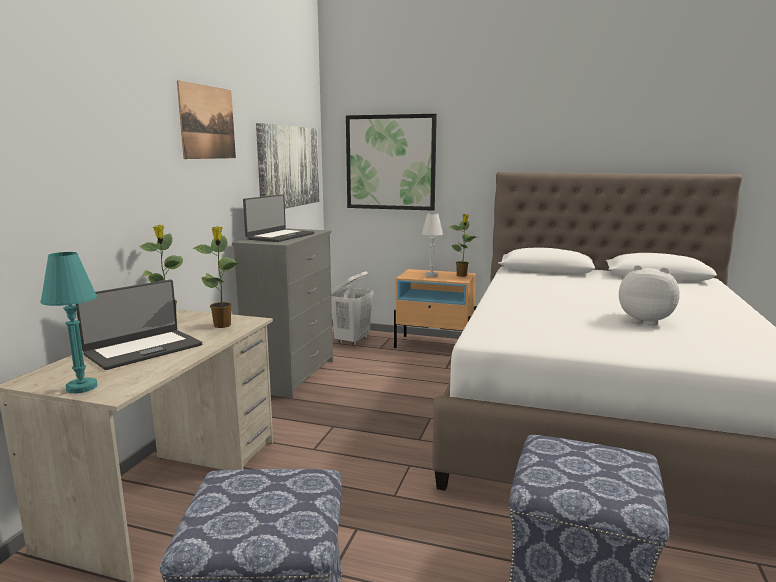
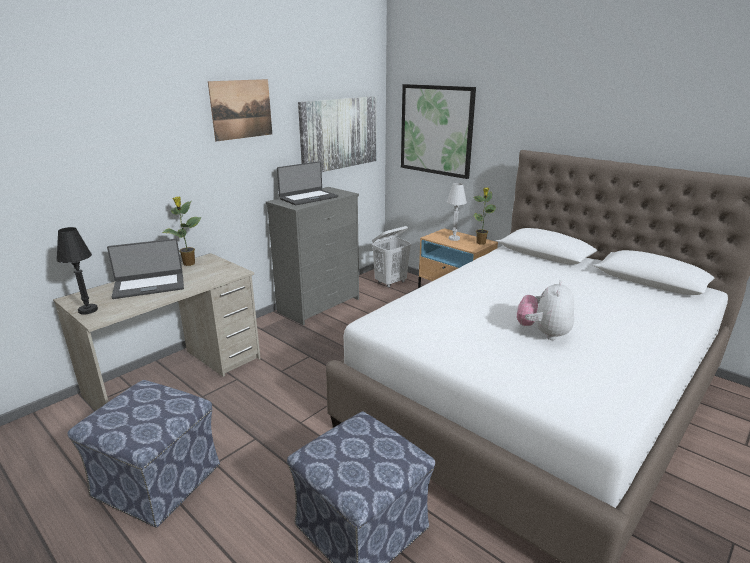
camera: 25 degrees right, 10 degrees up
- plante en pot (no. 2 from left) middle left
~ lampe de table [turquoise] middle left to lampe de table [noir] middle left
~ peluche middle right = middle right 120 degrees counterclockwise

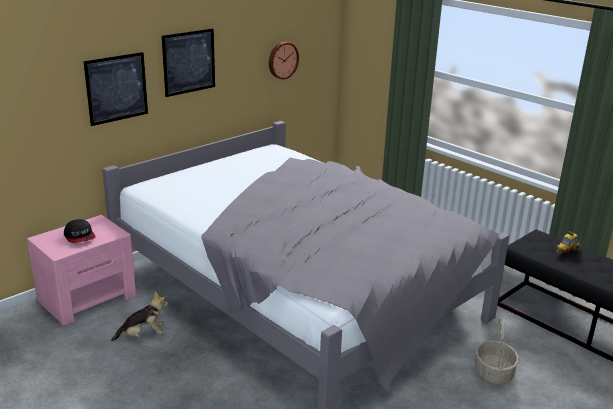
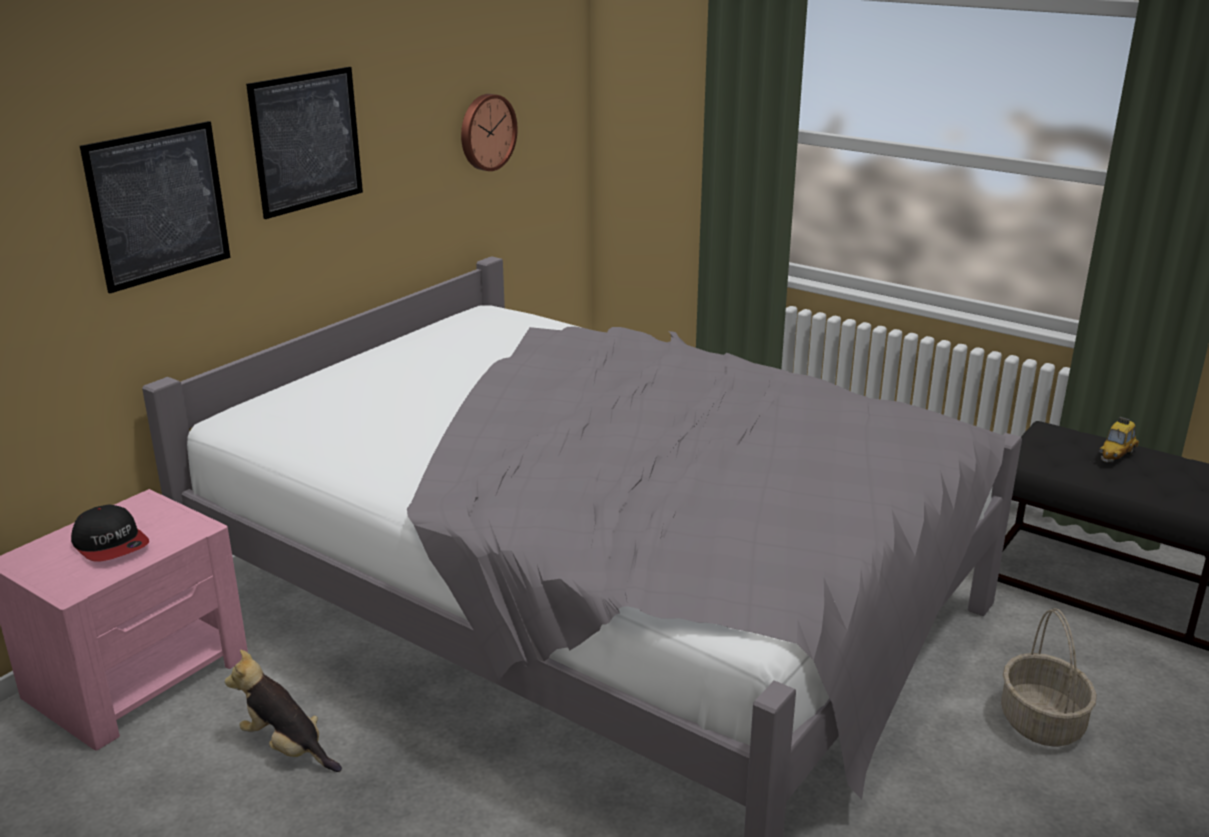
camera: 10 degrees left, 0 degrees up
~ peluche bottom left = bottom left 120 degrees counterclockwise

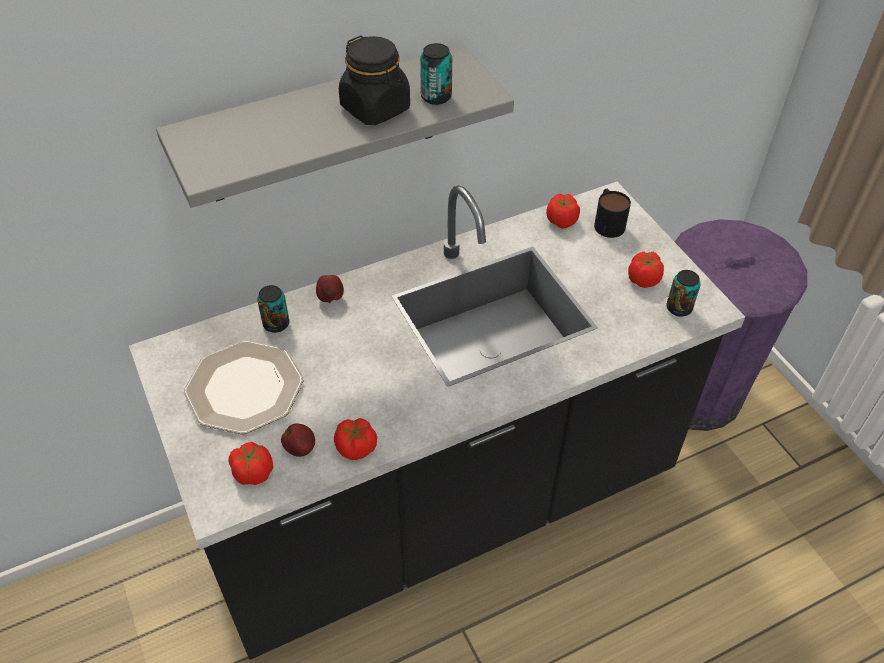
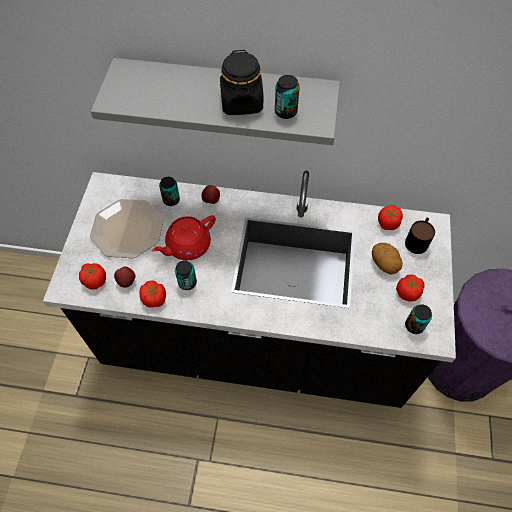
camera: 35 degrees right, 10 degrees up
+ théière [rouge] centre
+ pomme de terre middle right
+ boîte métallique (no. 2 from left) centre

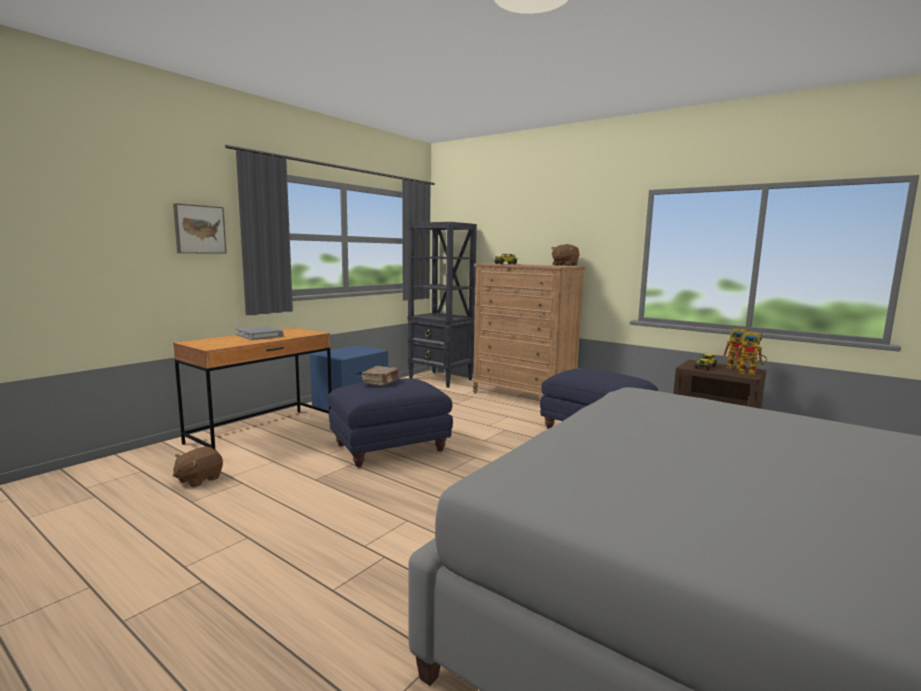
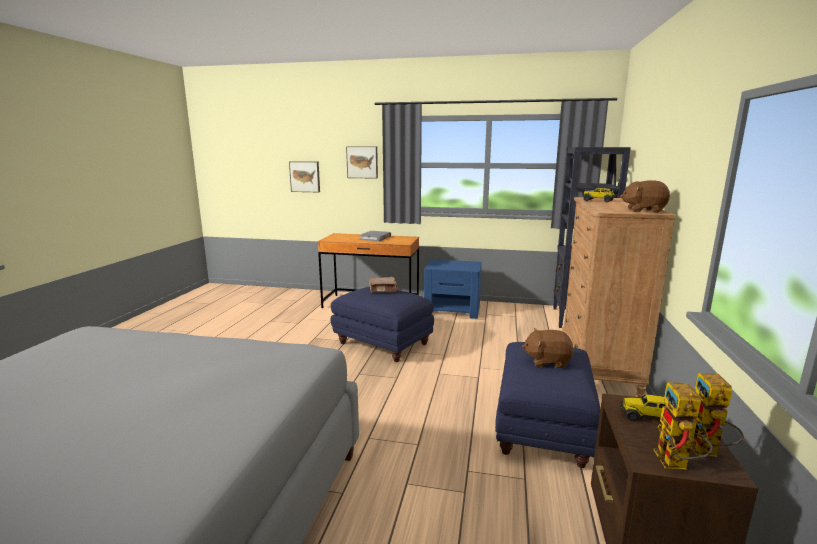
camera: 65 degrees right, 5 degrees up
~ peluche [marron] (no. 1 from left) bottom left to middle right
+ tableau (no. 1 from left) top centre

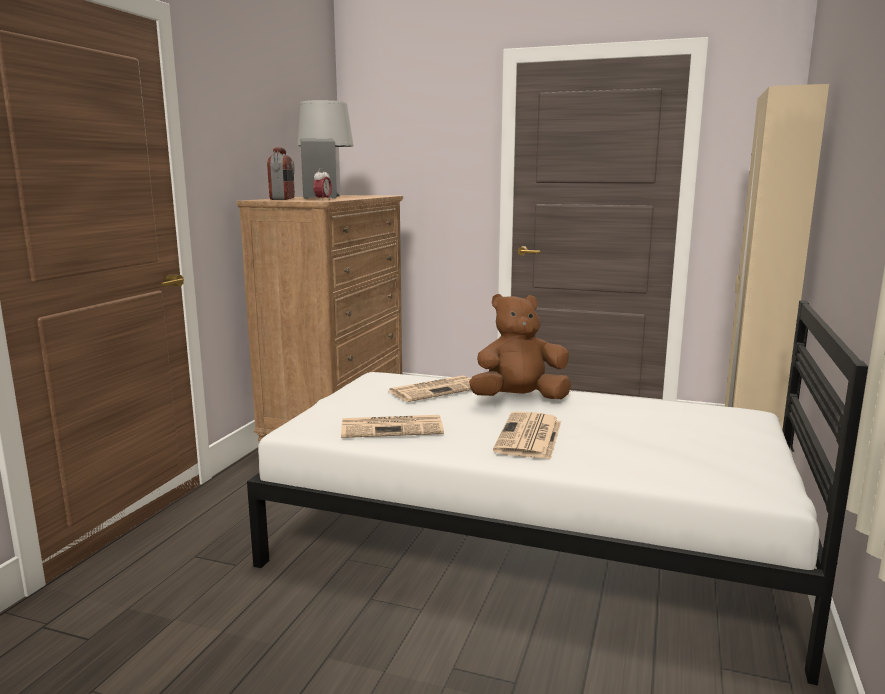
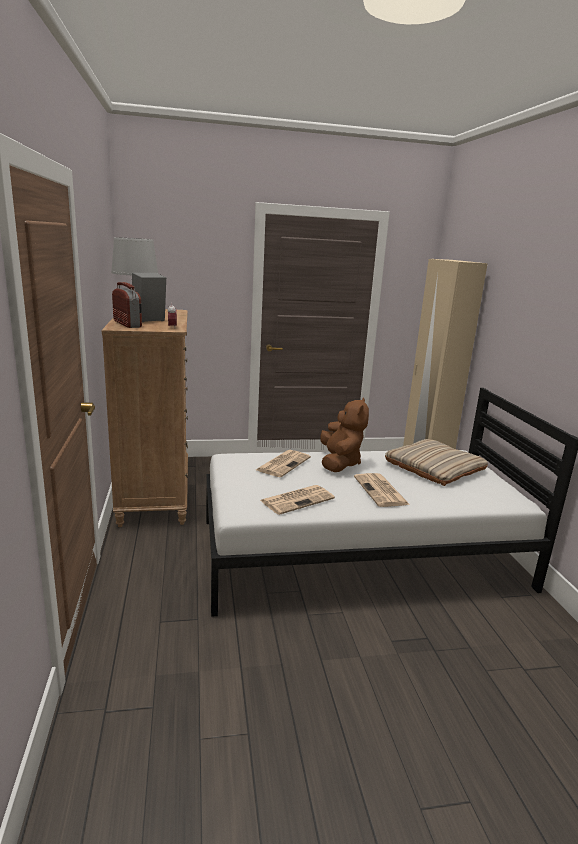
camera: 30 degrees left, 5 degrees up
~ peluche [marron] centre = centre 135 degrees clockwise
+ coussin [beige] middle right

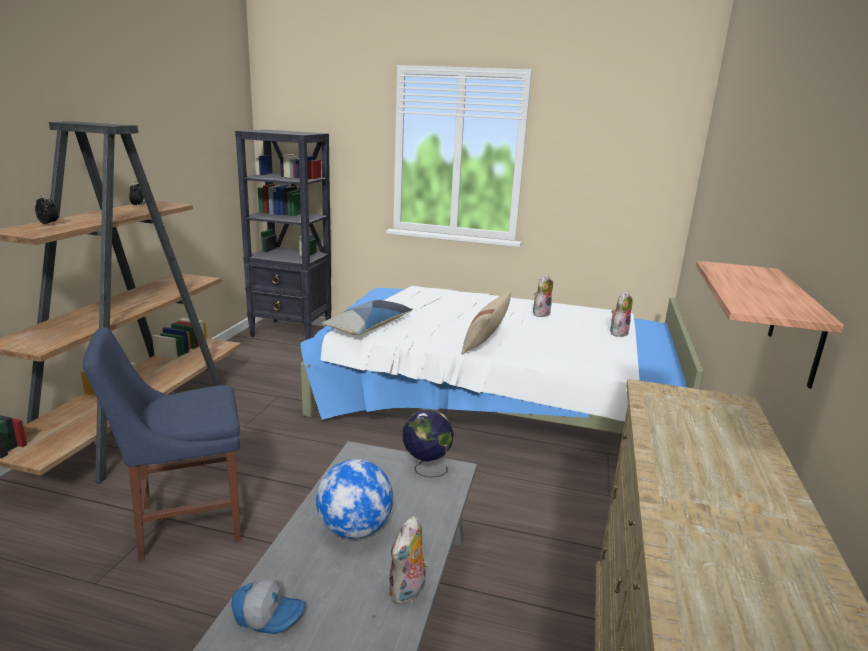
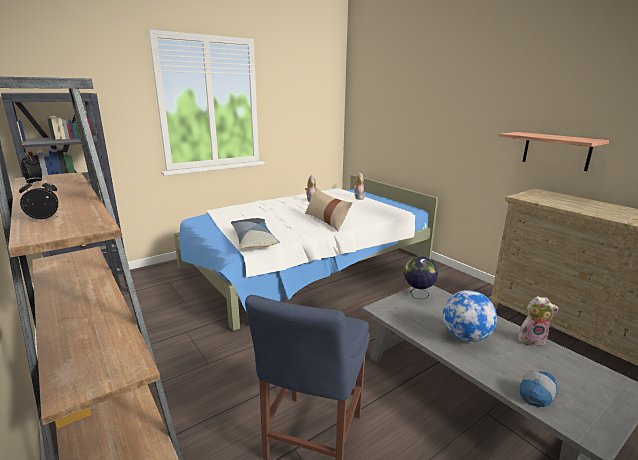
camera: 50 degrees left, 0 degrees up
~ peluche (no. 1 from left in the first image) bottom centre = bottom right 60 degrees counterclockwise

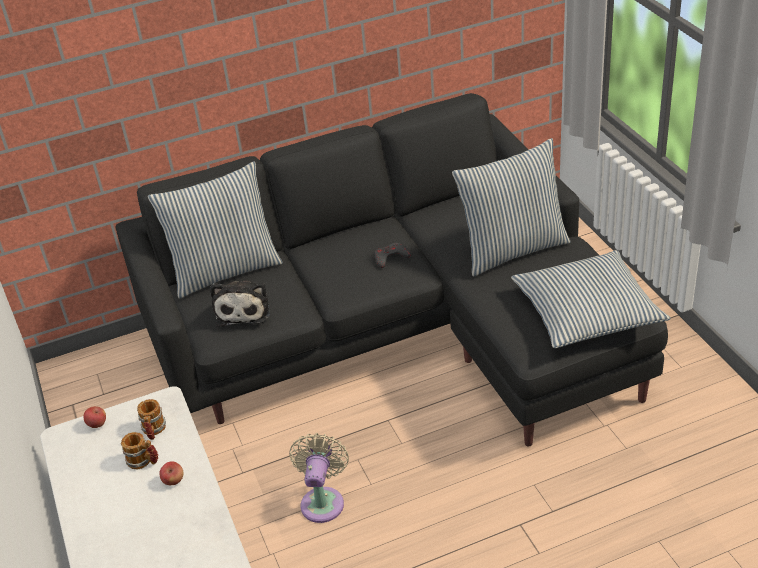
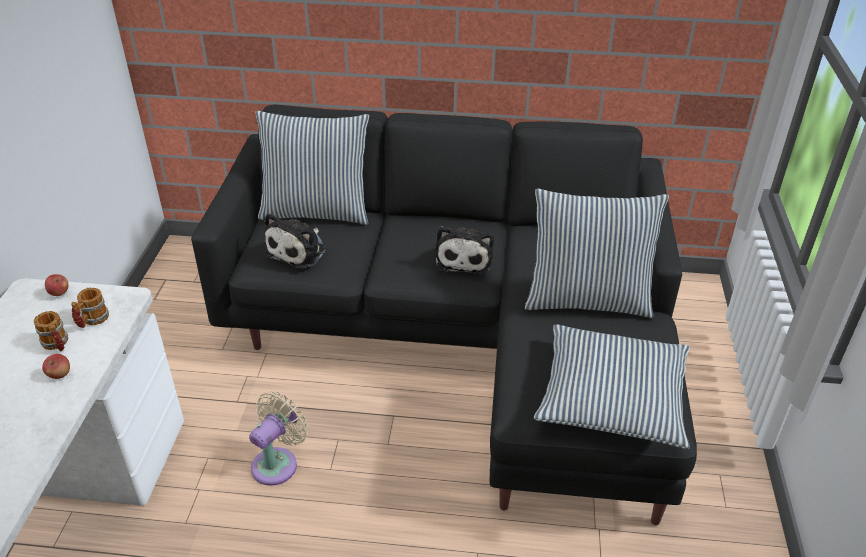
camera: 25 degrees right, 0 degrees up
~ manette [gris] centre to peluche (no. 2 from left) centre

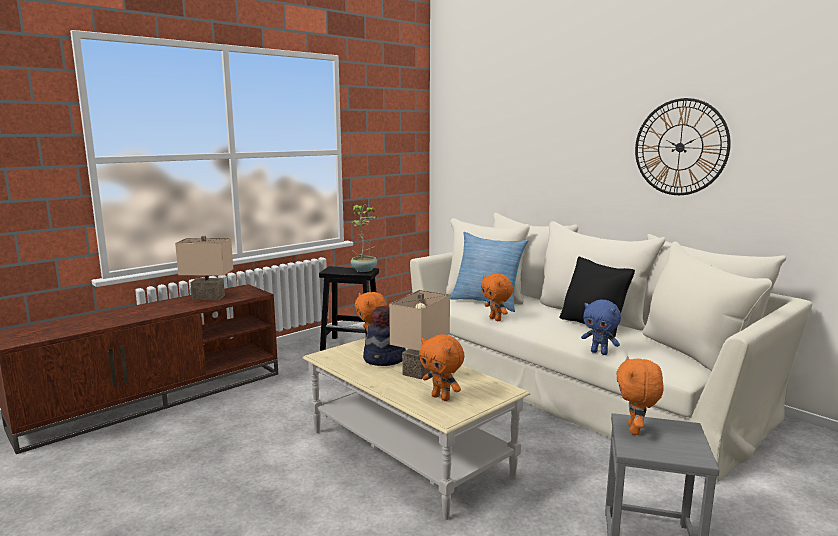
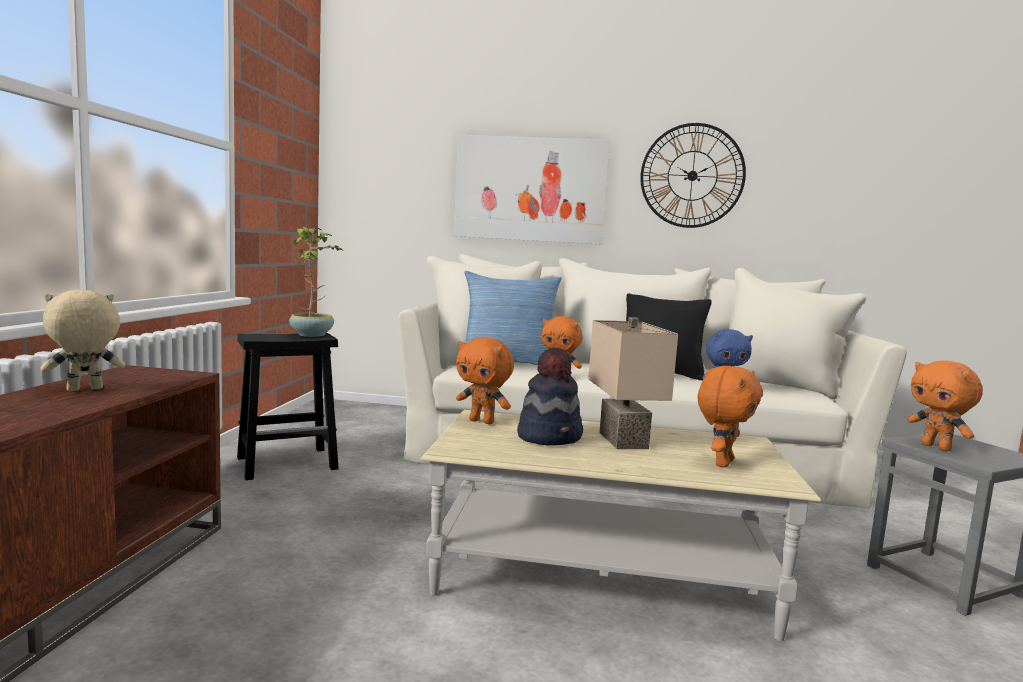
camera: 40 degrees left, 5 degrees down
~ lampe de table [beige] (no. 1 from left) middle left to peluche [beige] middle left
~ peluche [orange] (no. 2 from left in the first image) bottom centre = middle right 60 degrees counterclockwise
+ tableau top centre

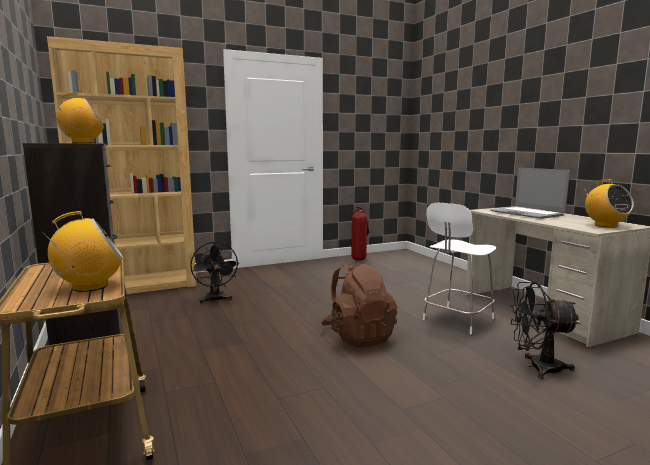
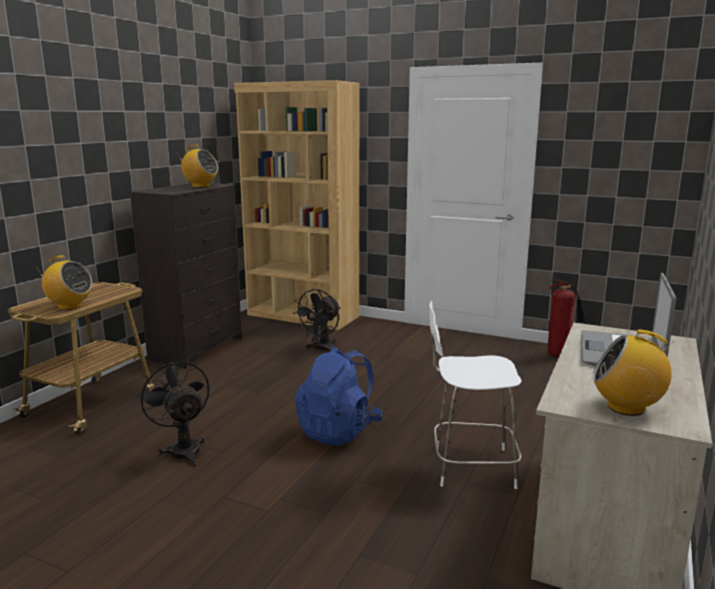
camera: 50 degrees right, 5 degrees up
~ radio (no. 3 from left) middle right = middle right 75 degrees clockwise
~ sac à dos [marron] centre to sac à dos [bleu] bottom centre
~ ventilateur [noir] (no. 2 from left in the first image) bottom right to ventilateur [noir] (no. 1 from left) bottom left

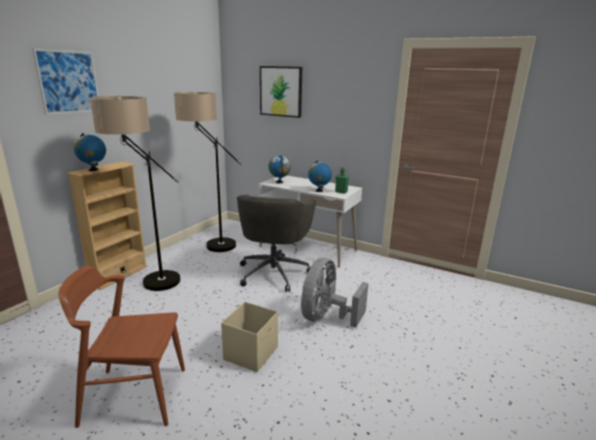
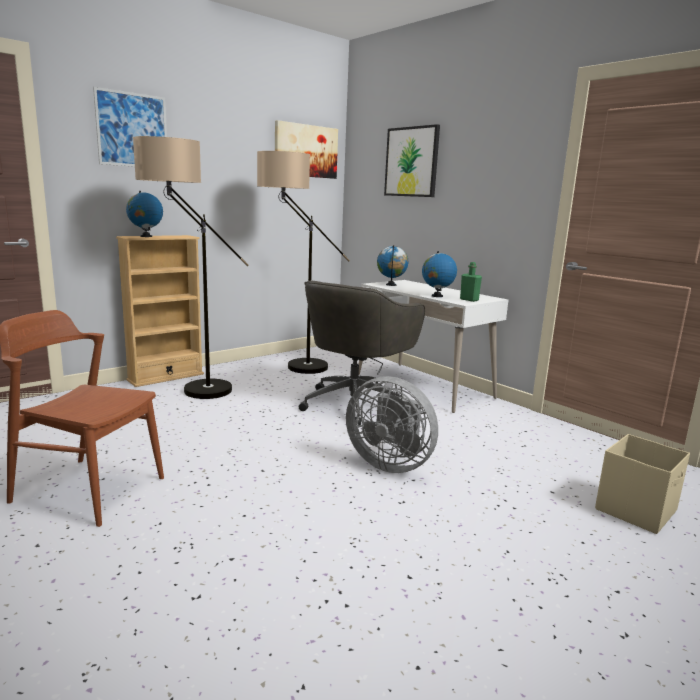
camera: 20 degrees right, 5 degrees down
~ ventilateur [gris] centre = centre 105 degrees counterclockwise
~ boîte de rangement [beige] bottom centre to bottom right
+ tableau (no. 2 from left) top centre

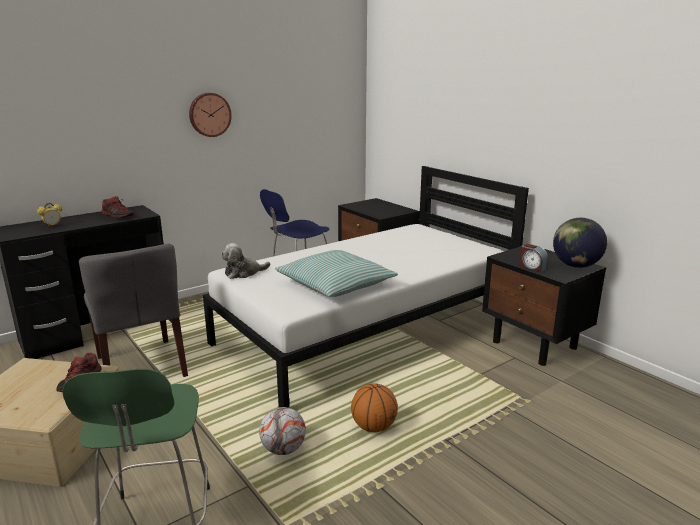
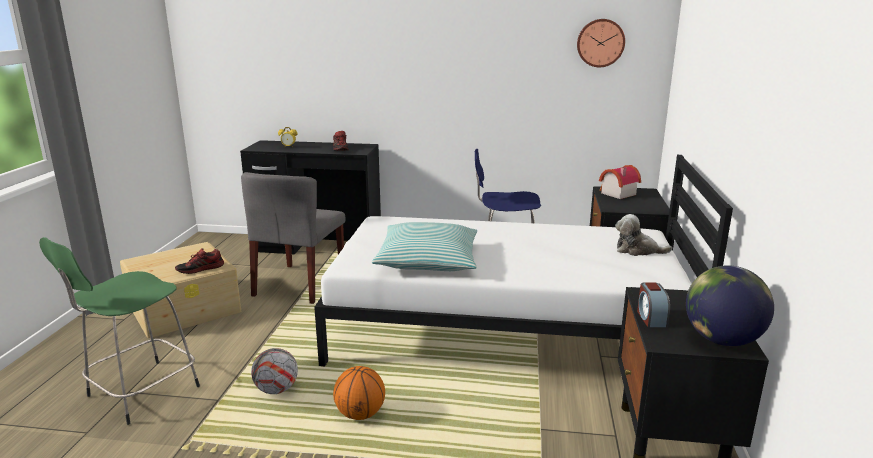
camera: 45 degrees right, 0 degrees up
~ horloge murale top left to top right
~ peluche centre to middle right
+ maison miniature middle right

